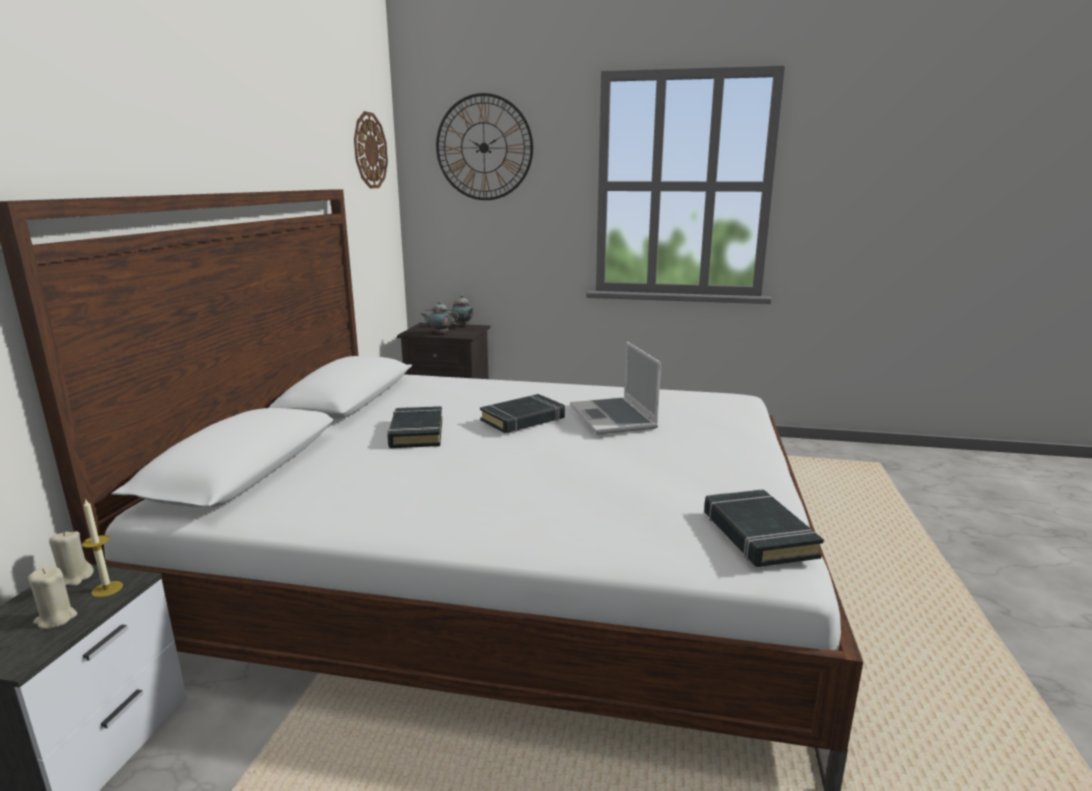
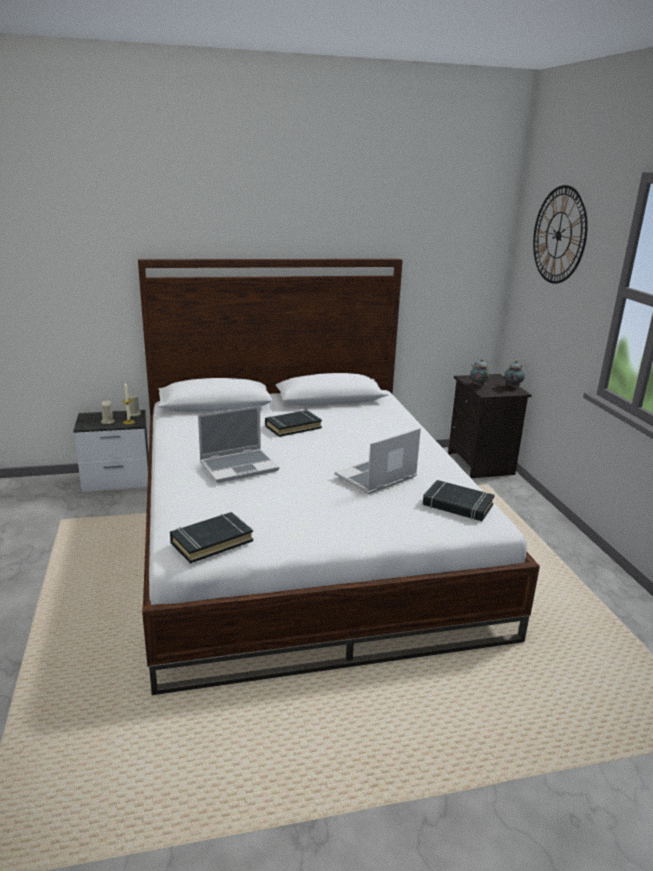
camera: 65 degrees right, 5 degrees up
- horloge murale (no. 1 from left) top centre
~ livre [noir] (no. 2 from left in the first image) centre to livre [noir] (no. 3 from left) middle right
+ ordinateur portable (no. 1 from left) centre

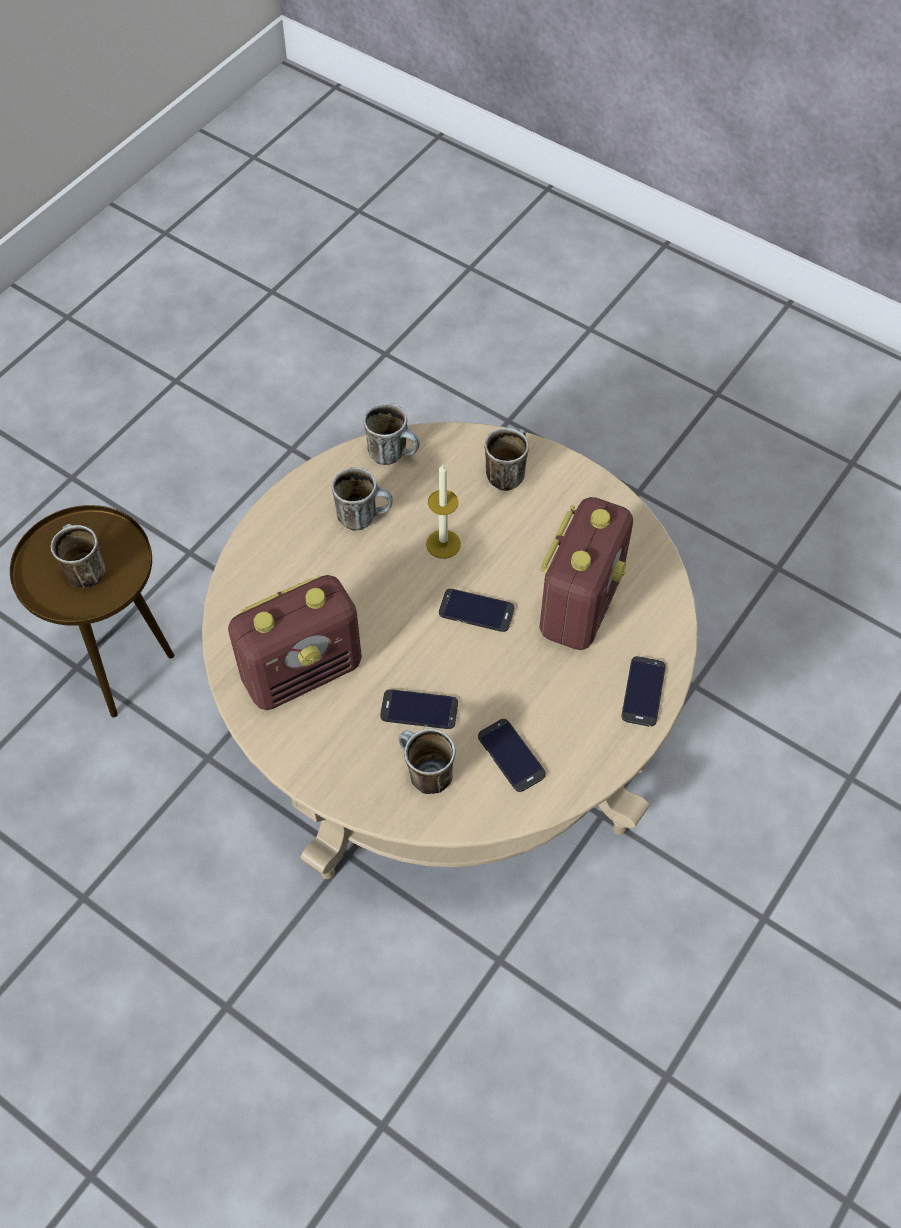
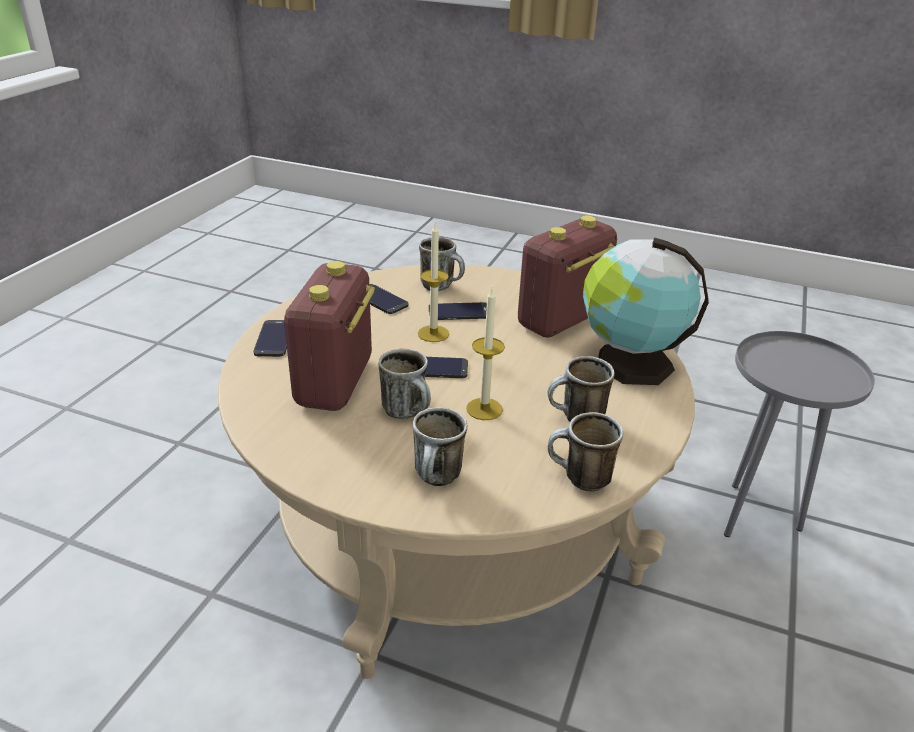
camera: 165 degrees right, 25 degrees down
~ table d'appoint [marron] middle left to table d'appoint [gris] middle right
~ mug (no. 1 from left) middle left to centre
+ bougie (no. 1 from left) centre
+ globe middle right

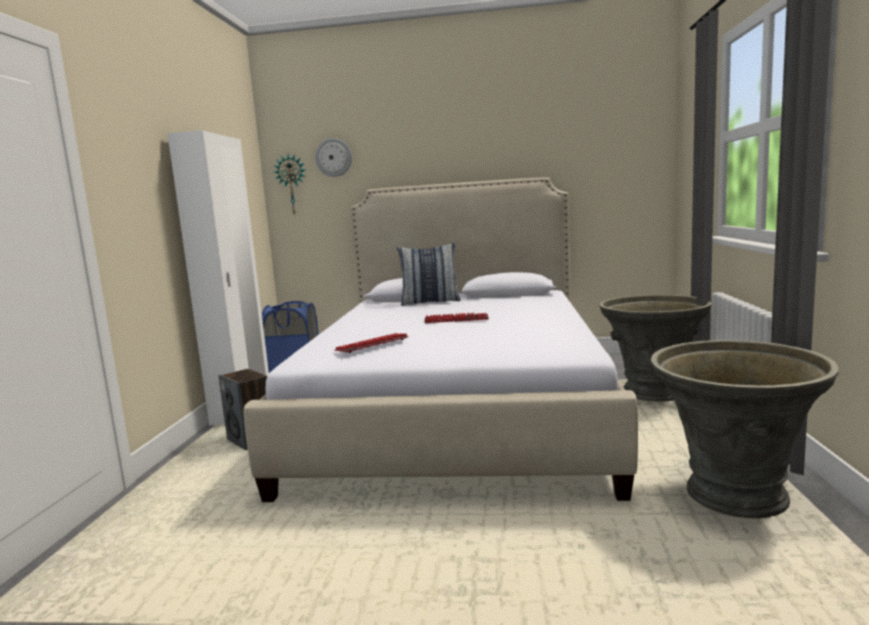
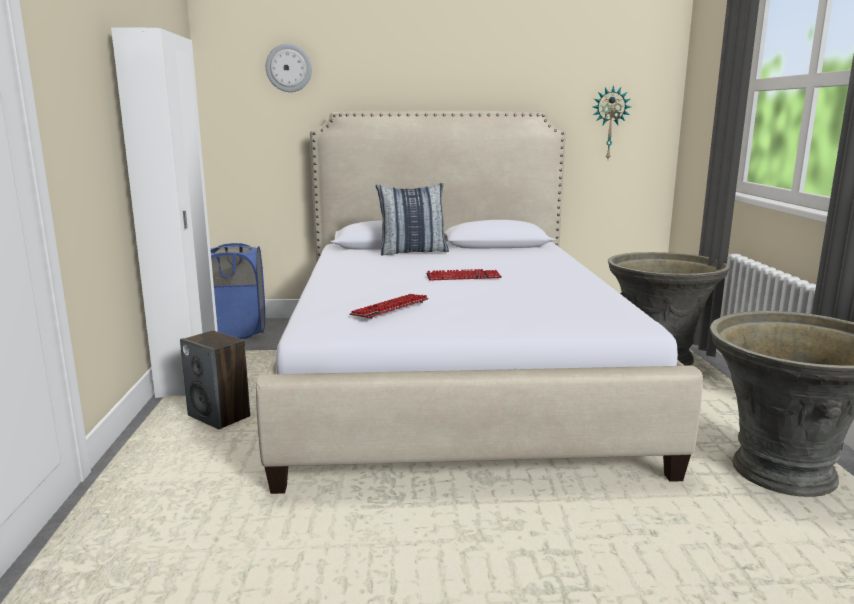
camera: 10 degrees left, 5 degrees up
~ horloge murale (no. 1 from left in the first image) top centre to horloge murale (no. 2 from left) top right

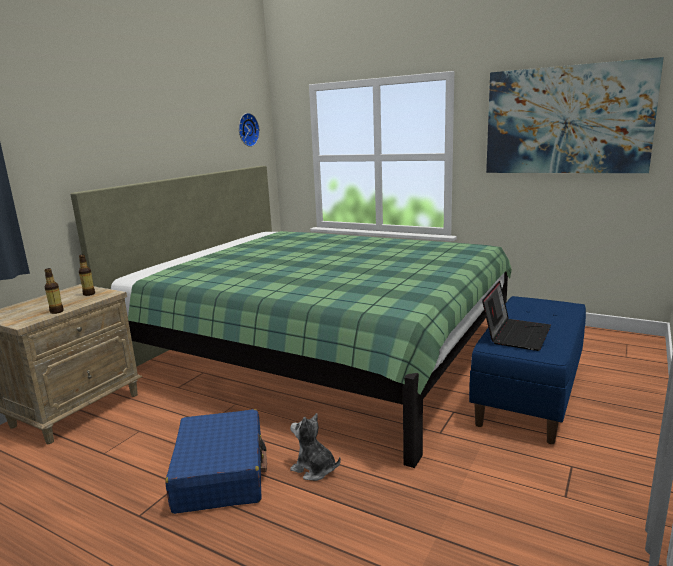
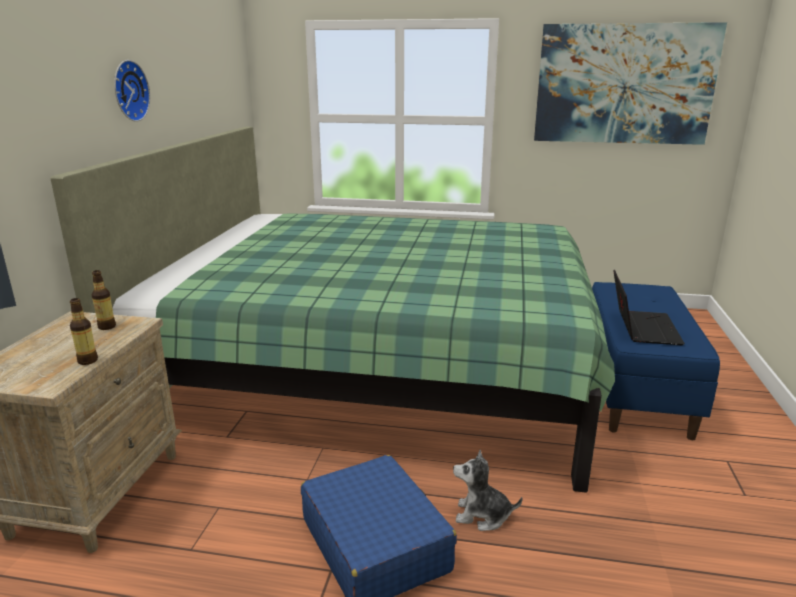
camera: 20 degrees left, 5 degrees up
~ horloge murale top centre to top left

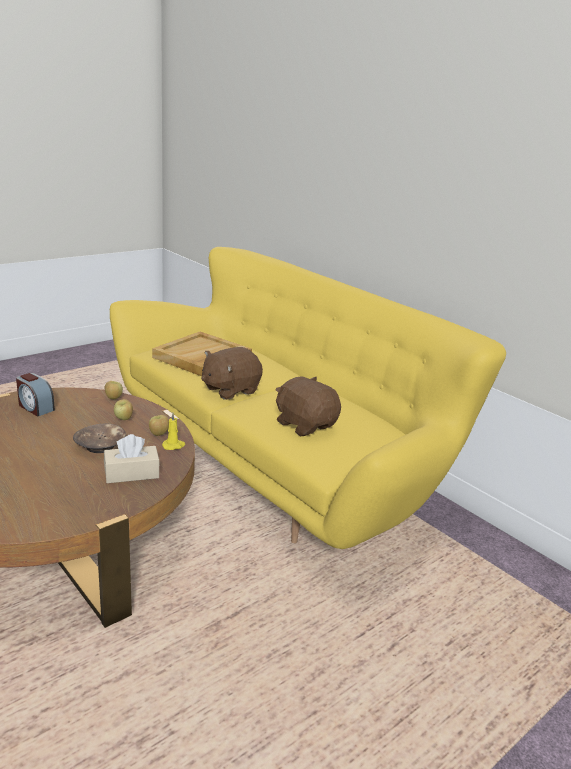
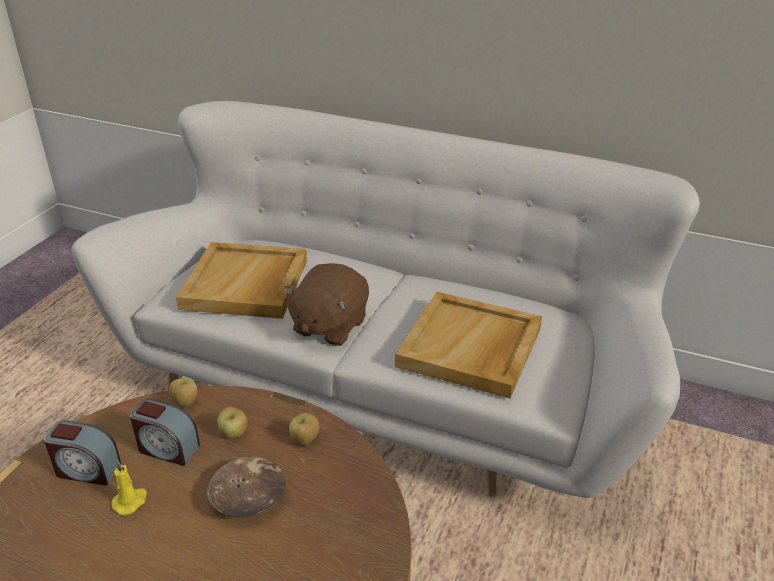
camera: 25 degrees left, 10 degrees up
~ canapé [jaune] centre to canapé [blanc] centre
~ peluche [marron] (no. 2 from left) centre to plateau [beige] (no. 2 from left) centre
~ bougie [jaune] middle left to bottom left
- boîte à mouchoirs [beige] middle left
+ réveil (no. 2 from left) bottom left

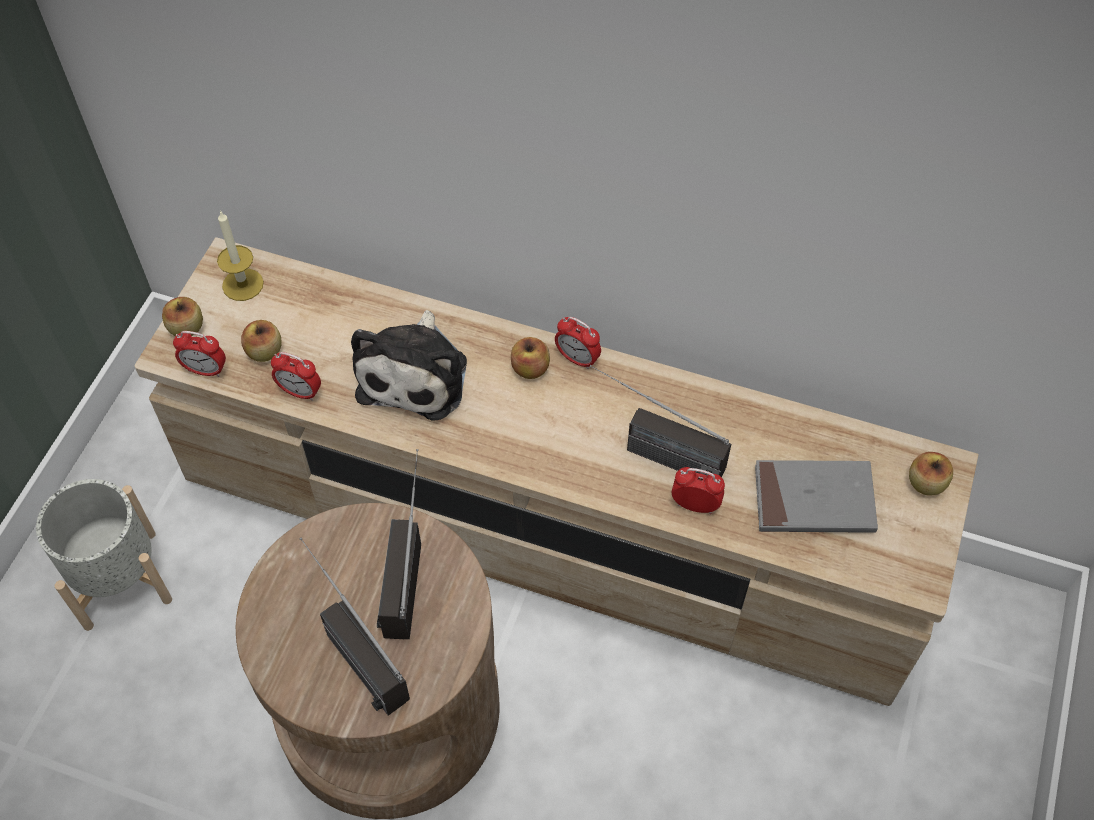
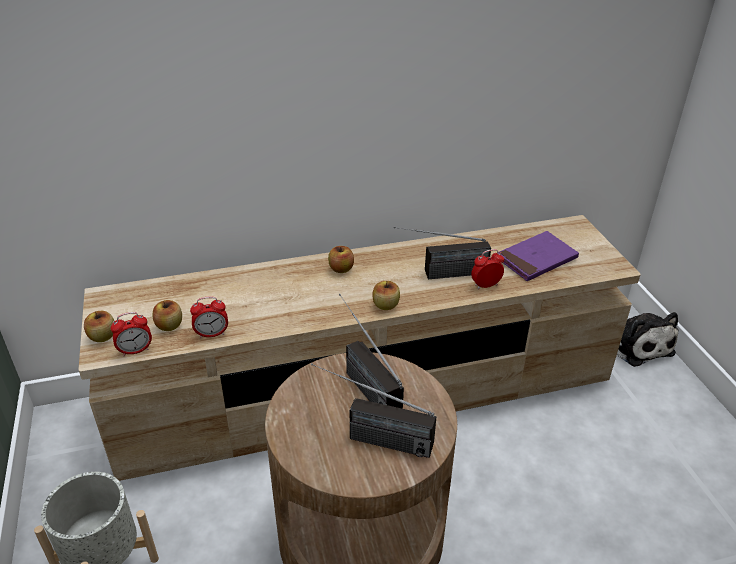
camera: 35 degrees left, 20 degrees down
- bougie top left
~ peluche centre to middle right
- réveil (no. 3 from left) centre
~ pomme (no. 4 from left) middle right to centre
~ livre [gris] middle right to livre [violet] middle right

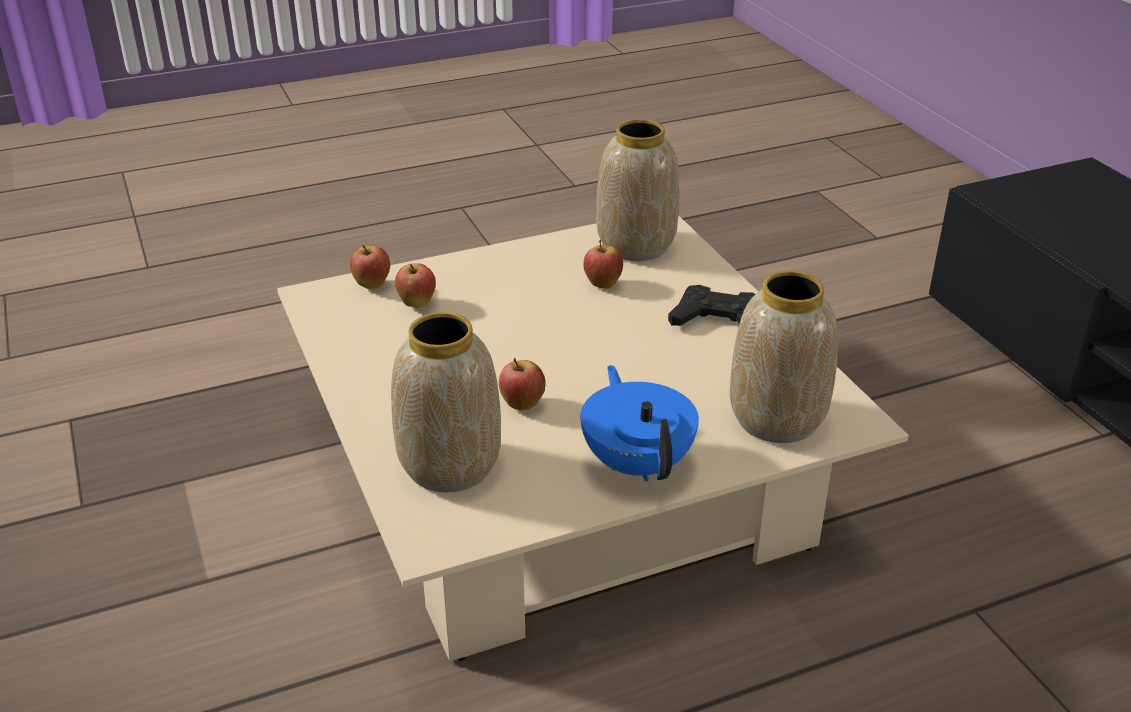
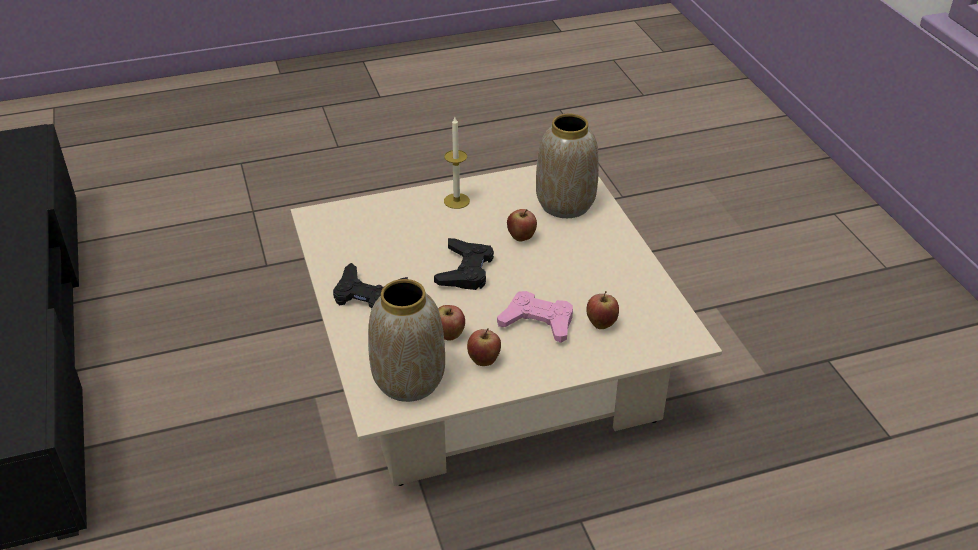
camera: 175 degrees left, 5 degrees up
~ pomme (no. 1 from left in the first image) middle left to pomme (no. 2 from left) centre
- vase (no. 3 from left) middle right
~ théière [bleu] centre to bougie top centre
+ manette [noir] (no. 2 from left) centre
+ manette [rose] centre

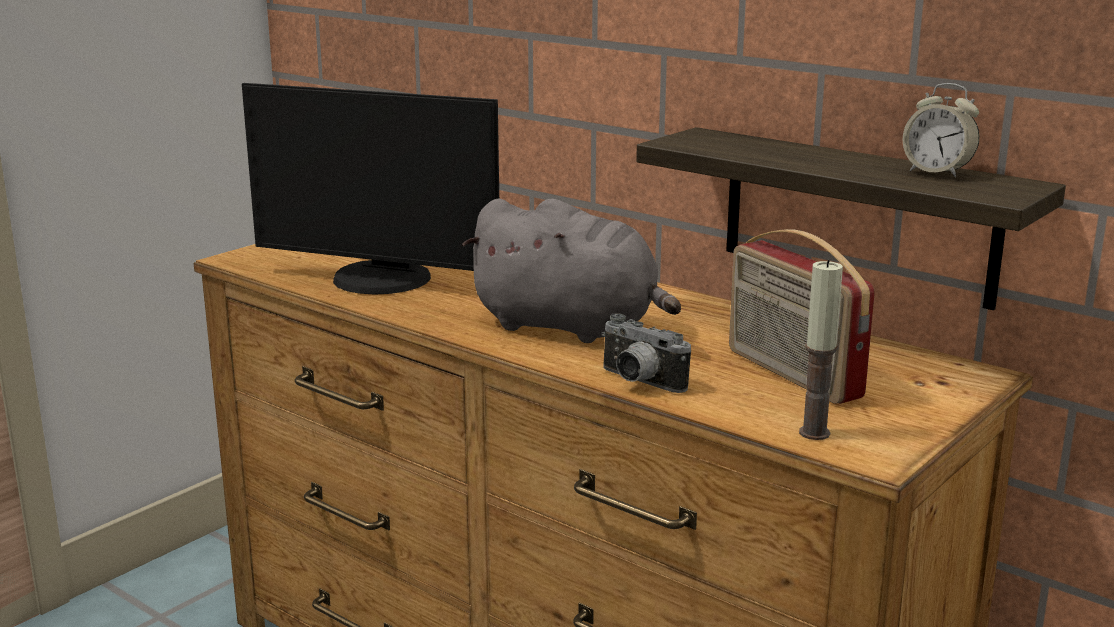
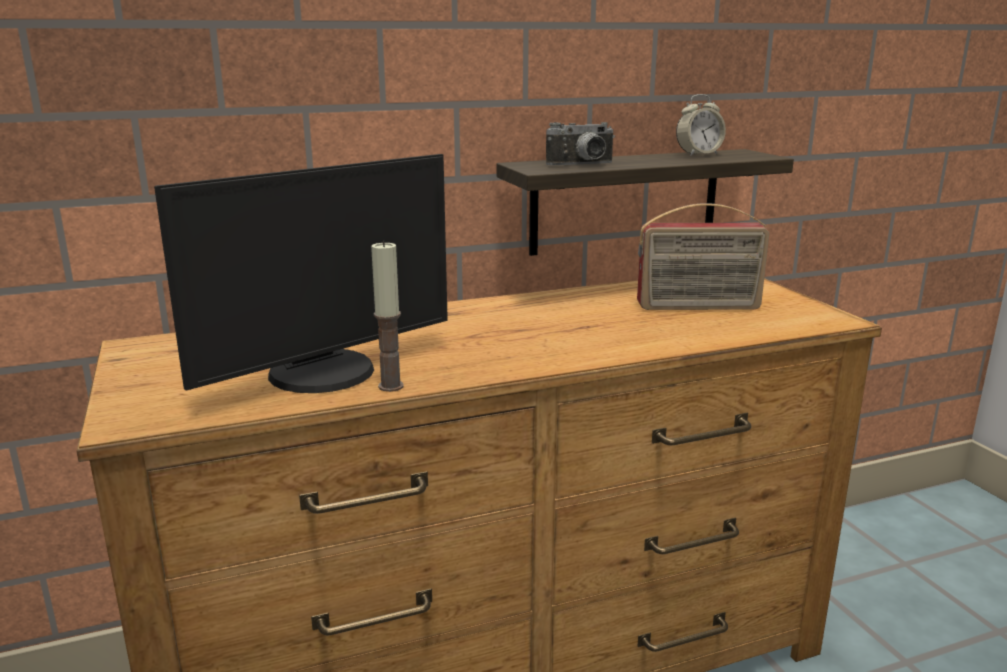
camera: 60 degrees left, 0 degrees up
- peluche [gris] centre
~ bougie middle right to centre
~ appareil photo centre to top centre

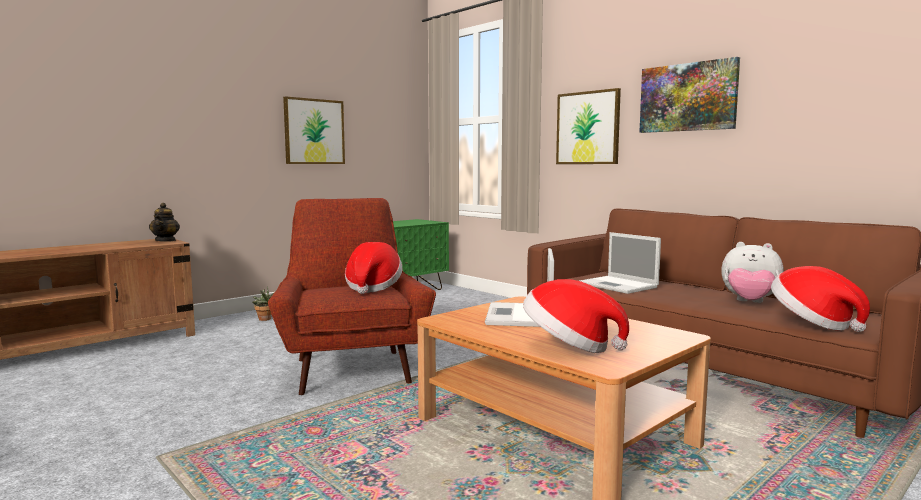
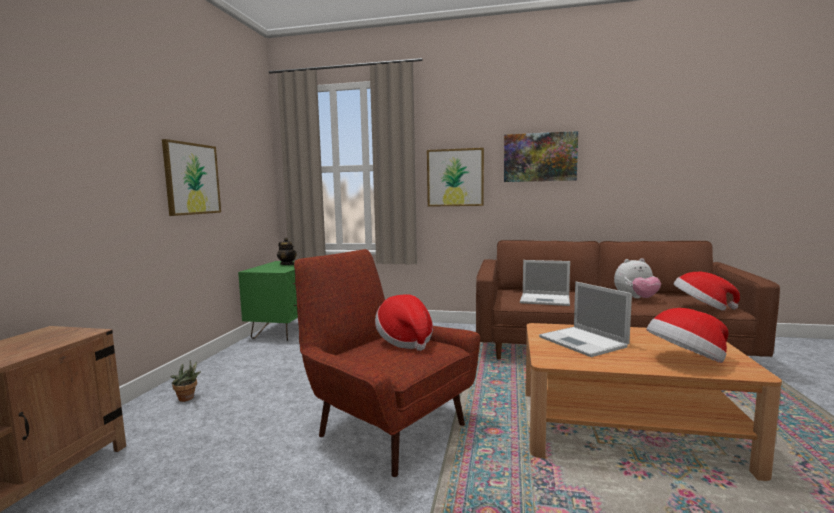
camera: 35 degrees left, 0 degrees up
~ théière middle left to centre

